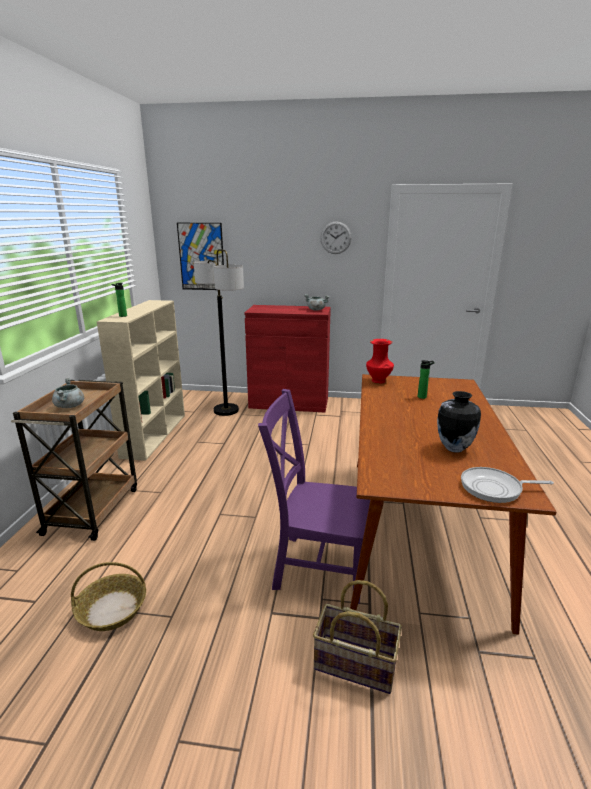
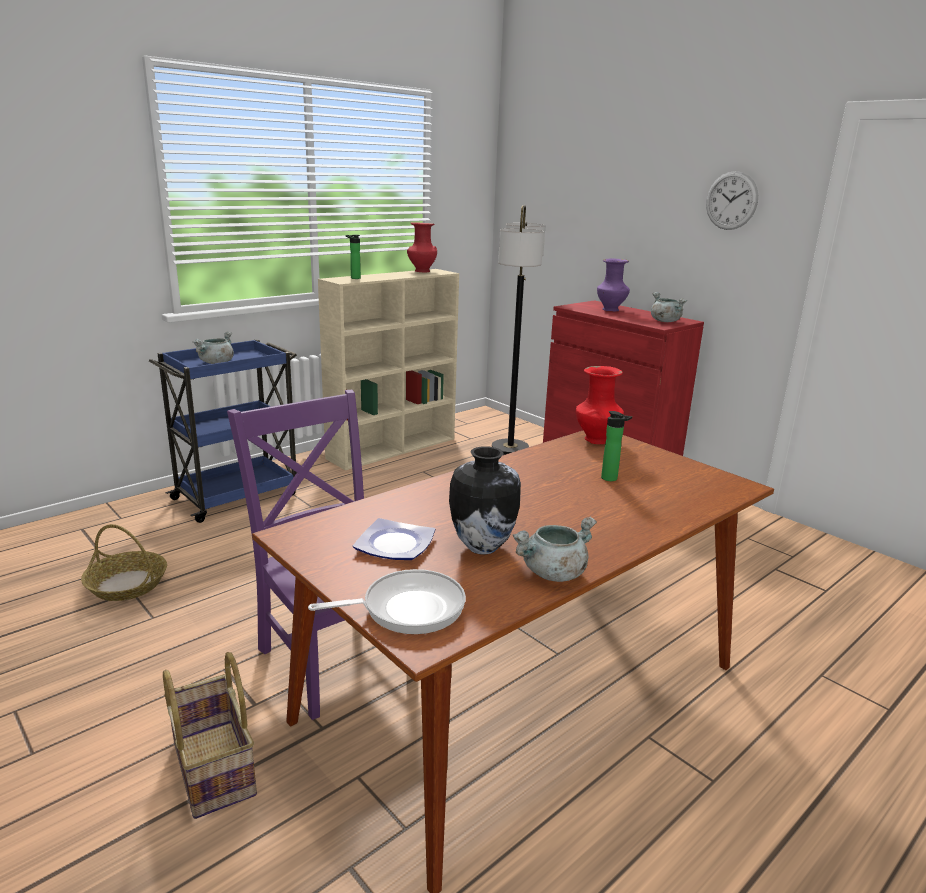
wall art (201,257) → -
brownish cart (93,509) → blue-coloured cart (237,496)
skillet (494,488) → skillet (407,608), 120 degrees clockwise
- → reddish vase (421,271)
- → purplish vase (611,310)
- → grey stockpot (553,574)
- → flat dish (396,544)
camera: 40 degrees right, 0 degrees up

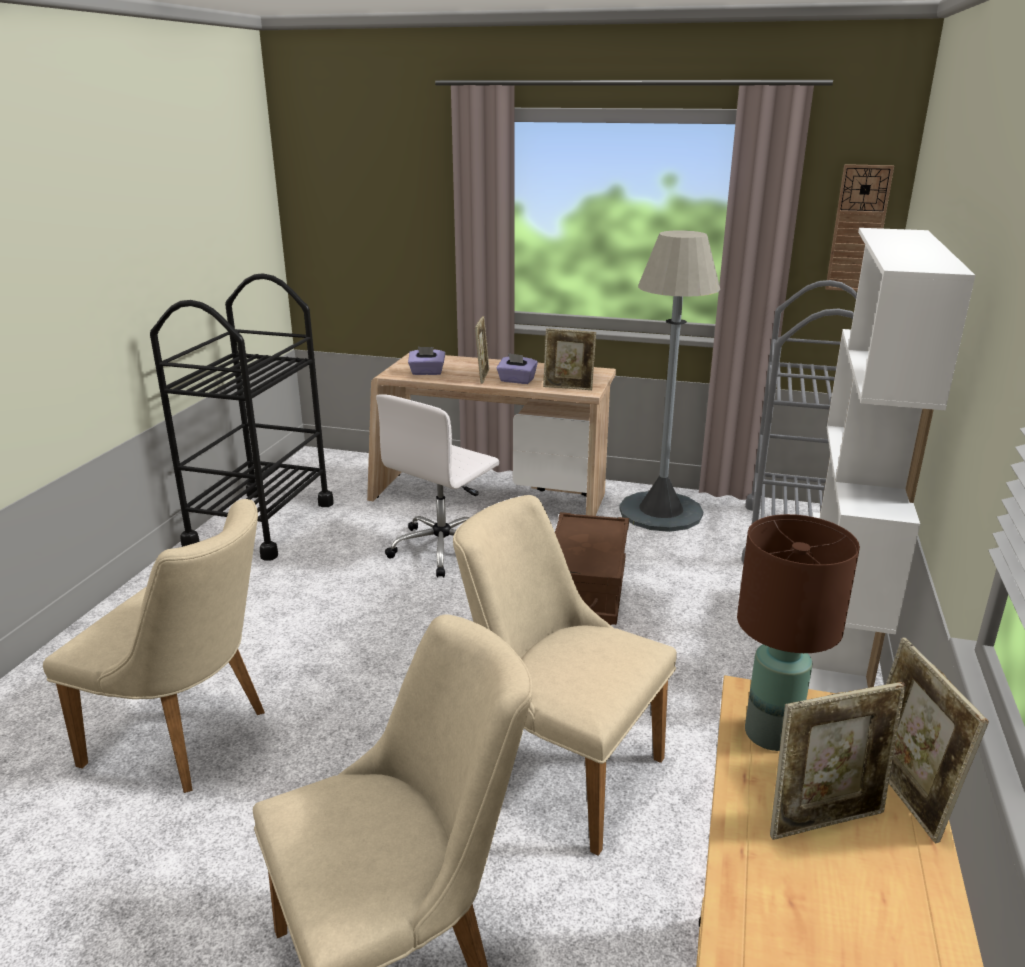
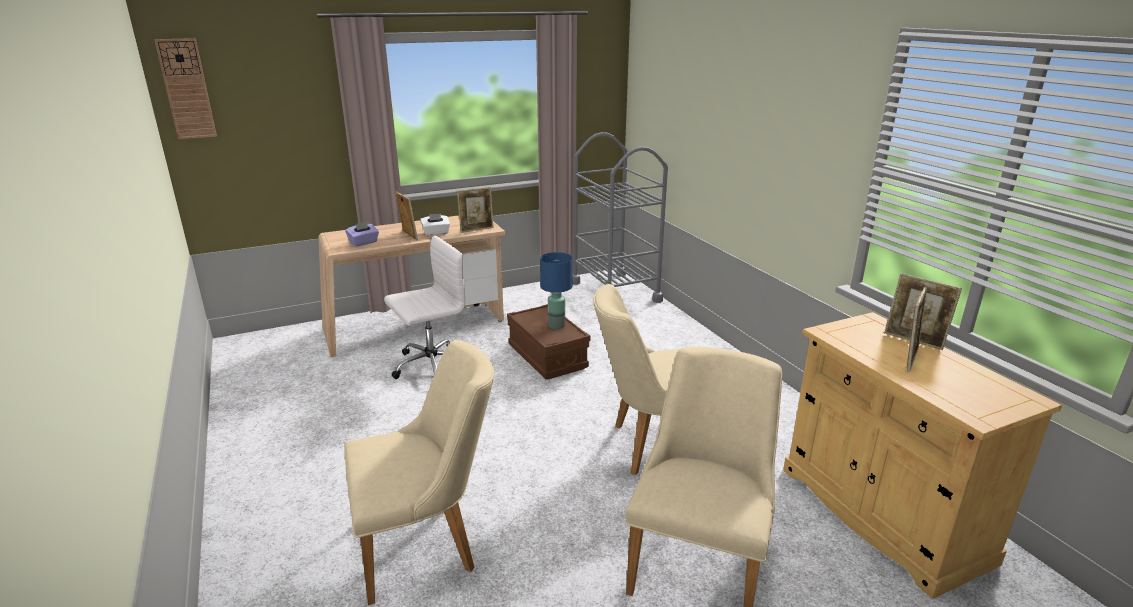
wall clock (858,229) → wall clock (186,89), shifted
white bookshelf (834,652) → -
grey floor lamp (660,512) → -
blackish cart (261,524) → -
purplish tissue holder (516,380) → white tissue holder (436,233)
white computer chair (444,549) → white computer chair (430,367), 120 degrees counterclockwise
brownish lamp for a table (772,733) → -
- → blue-coloured lamp for a table (556,326)
camera: 40 degrees left, 0 degrees up

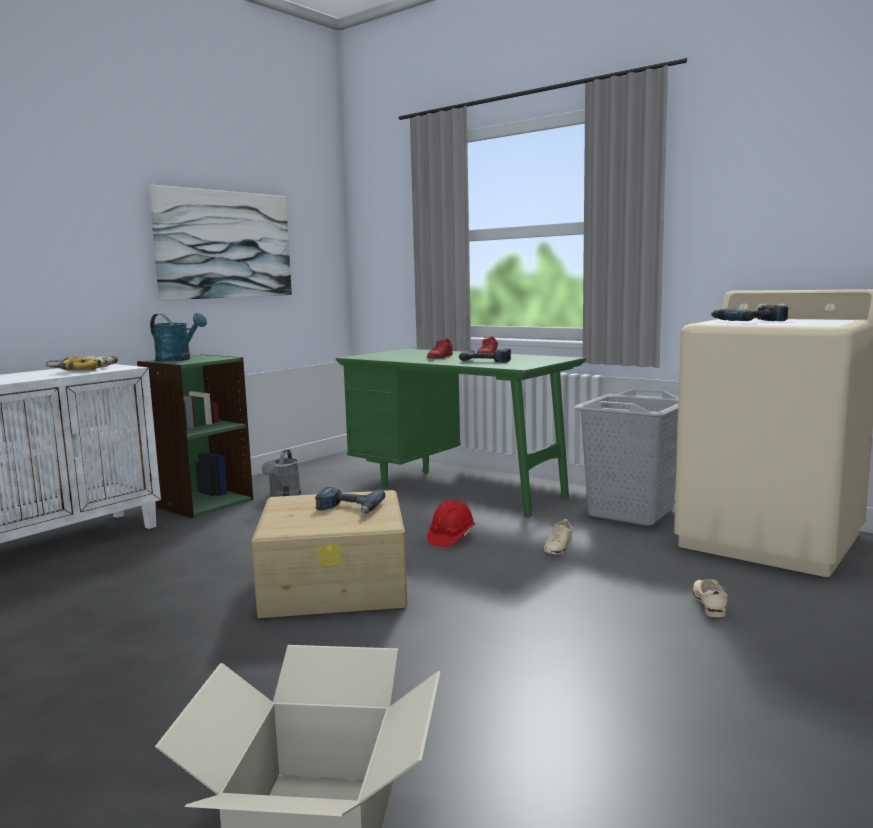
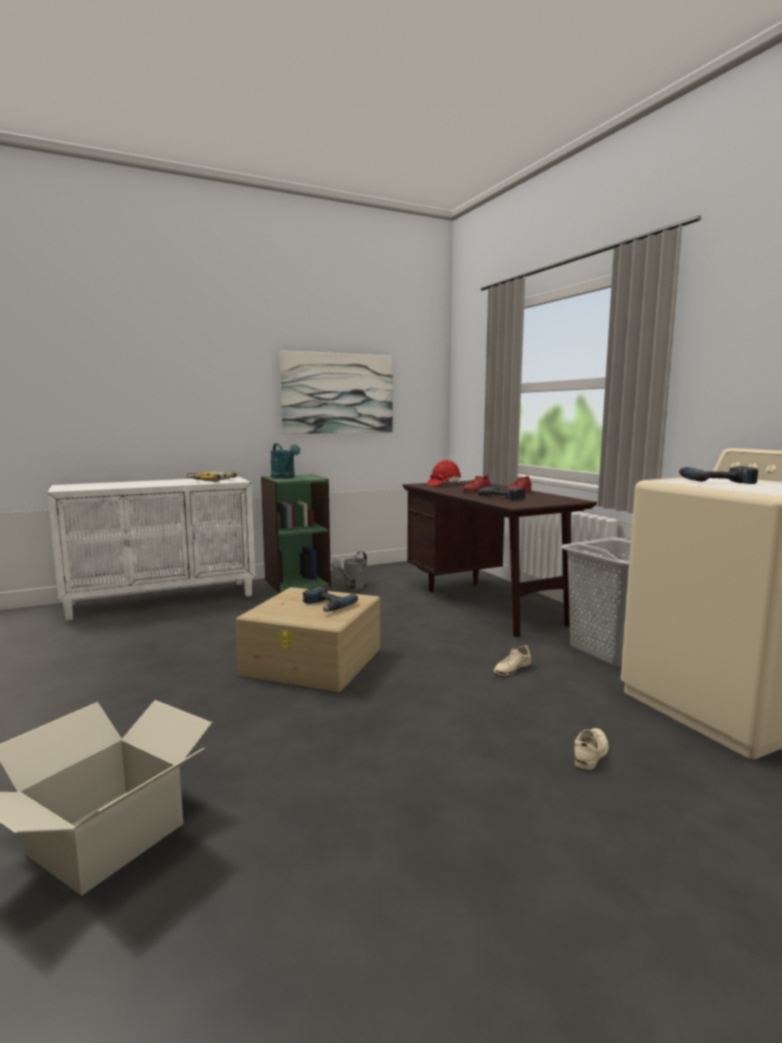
greenish desk (459,489) → brownish desk (486,603)
reddish safety helmet (451,538) → reddish safety helmet (444,484), shifted
camera: 25 degrees right, 0 degrees up

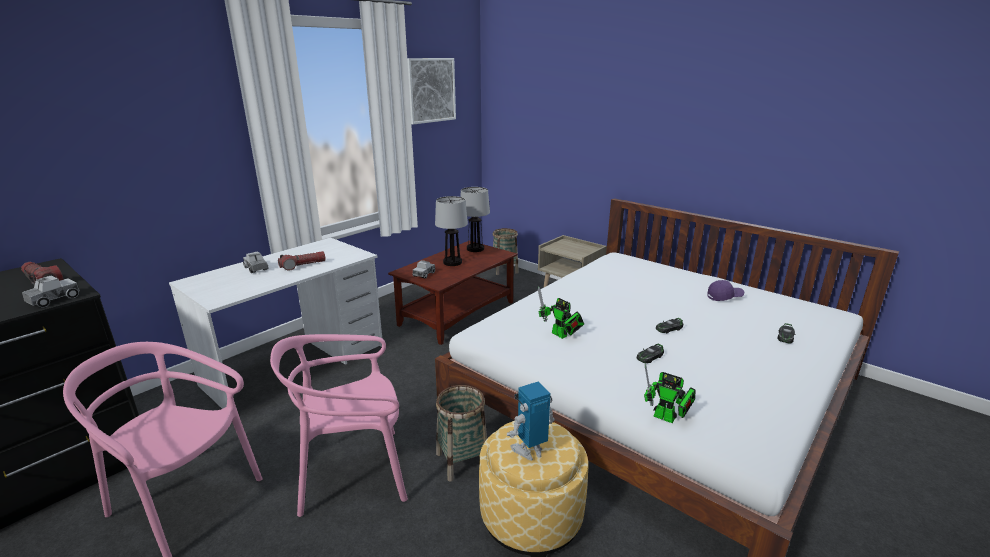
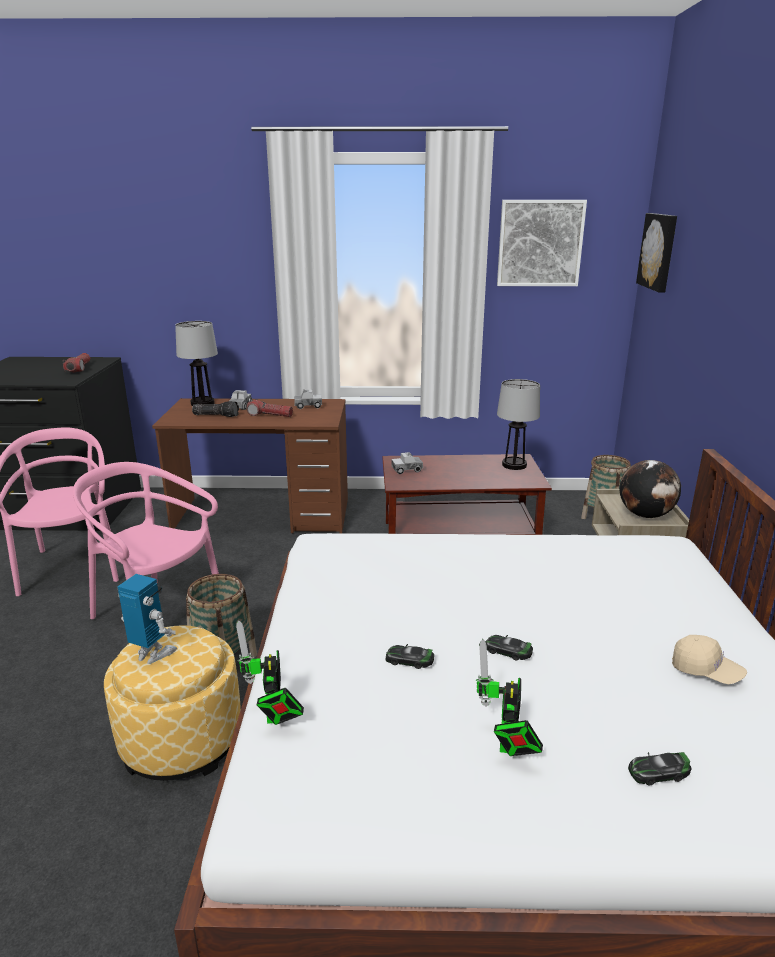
lamp for a table (453,262) → lamp for a table (203,403), shifted
white desk (296,365) → brownish desk (263,516)
model truck (54,300) → model truck (308,406), shifted
purplish cap (724,297) → beige cap (706,671)
model robot (561,335) → model robot (506,746), shifted
- → wall art (659,251)
- → flashlight (216,415)
- → desk globe (645,515)
camera: 50 degrees right, 0 degrees up

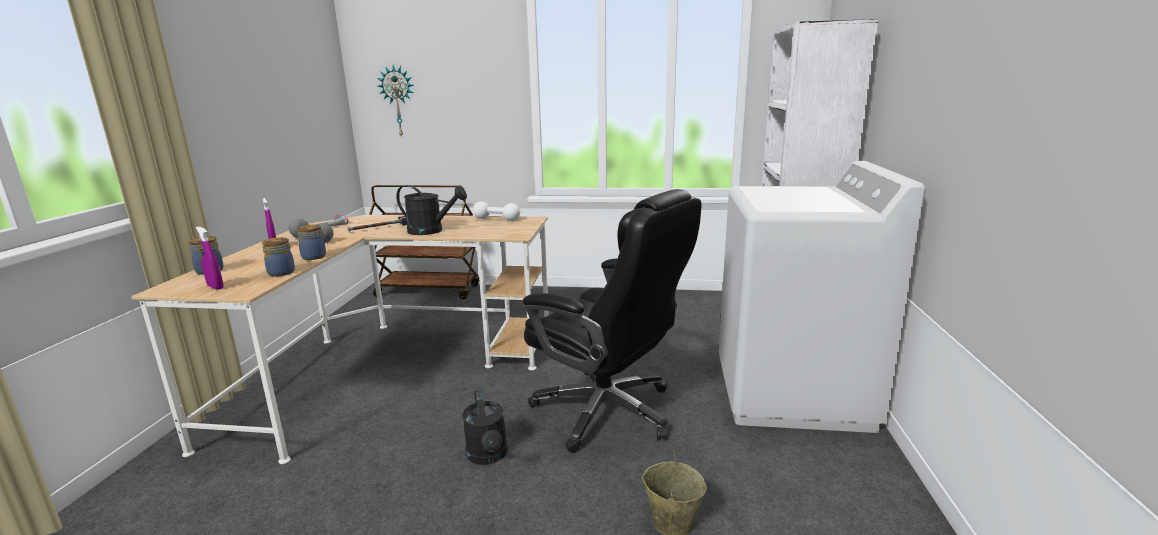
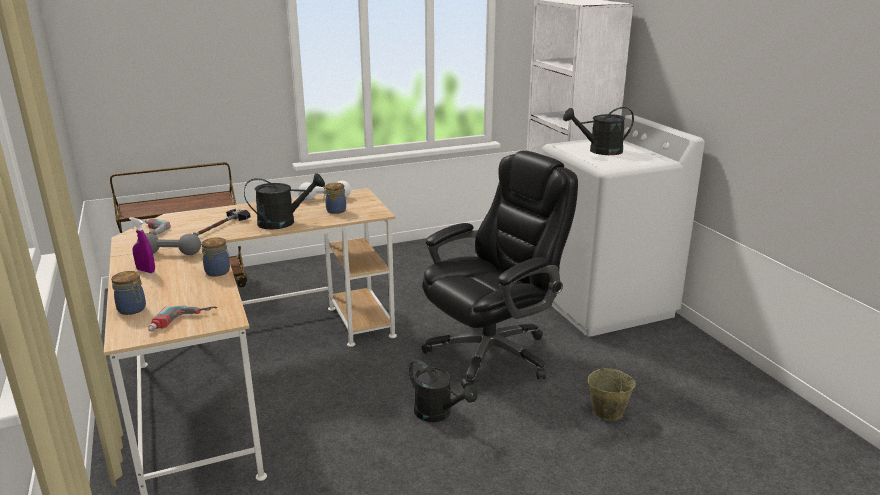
wall clock (398,101) → -
blackish computer chair (607,411) → blackish computer chair (492,353), 45 degrees counterclockwise
purplish sprayer (215,287) → electric drill (182,322)
jar (281,272) → jar (335,210), shifted
- → blackish watering can (599,151)
camera: 30 degrees left, 5 degrees up

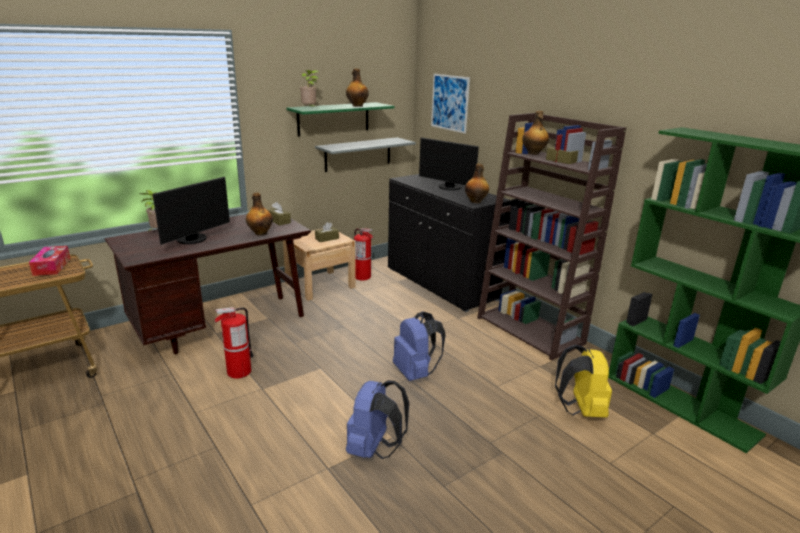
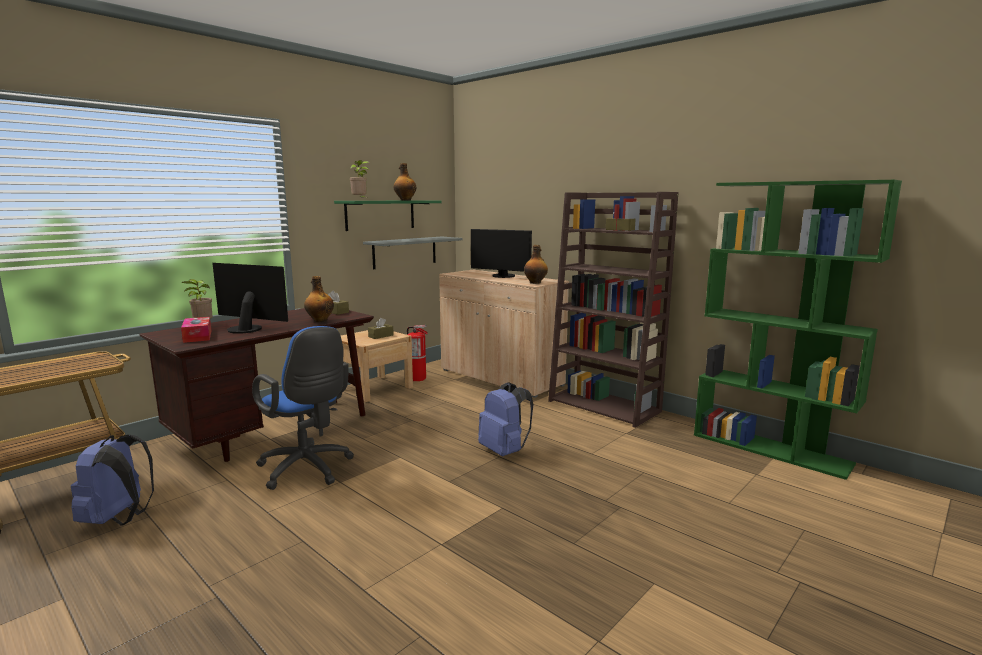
wall art (450,103) → -
drink bottle (533,153) → -
blackish storage cabinet (440,283) → beige storage cabinet (500,377)
computer screen (194,239) → computer screen (247,329), 90 degrees counterclockwise
tissue holder (52,266) → tissue holder (197,336), shifted
fire extinguisher (238,372) → blue-coloured computer chair (308,470)
yellow knapsack (580,410) → -
blue-coloured knapsack (374,449) → blue-coloured knapsack (119,518), shifted
camera: 10 degrees left, 10 degrees down

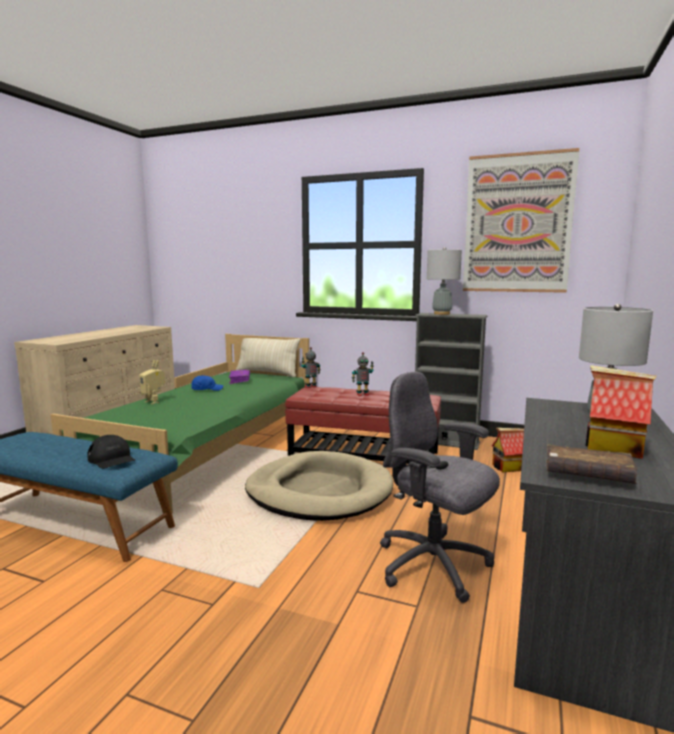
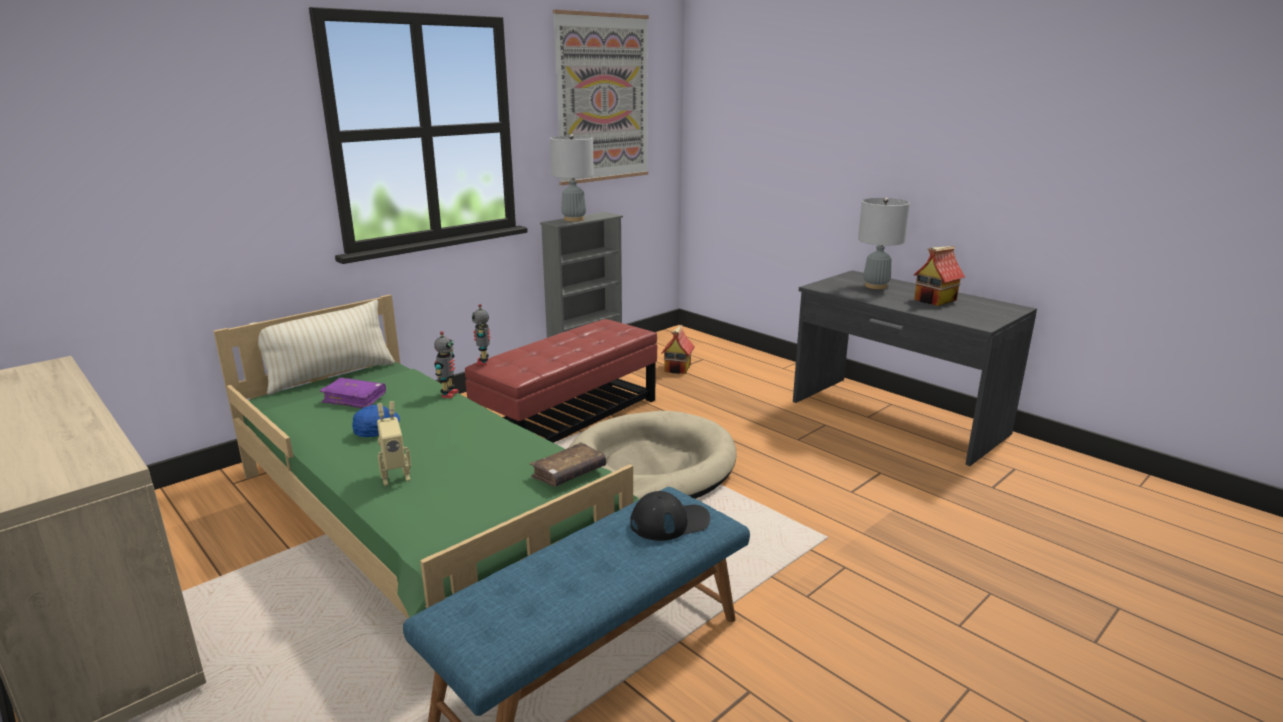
model robot (362,394) → model robot (448,394), shifted
grey computer chair (434,566) → -
brownish volume (587,475) → brownish volume (568,474), shifted
camera: 65 degrees left, 10 degrees up

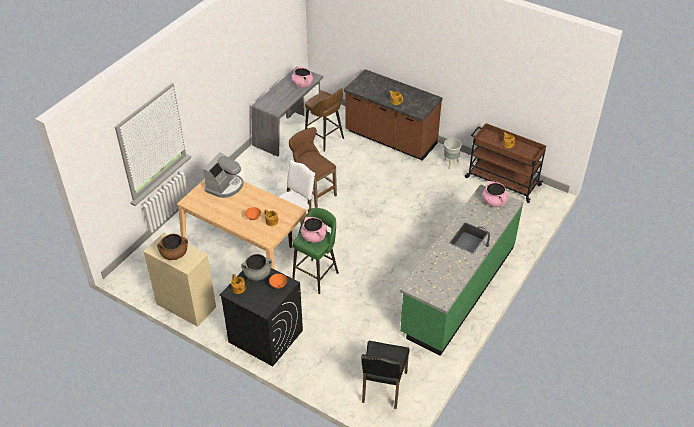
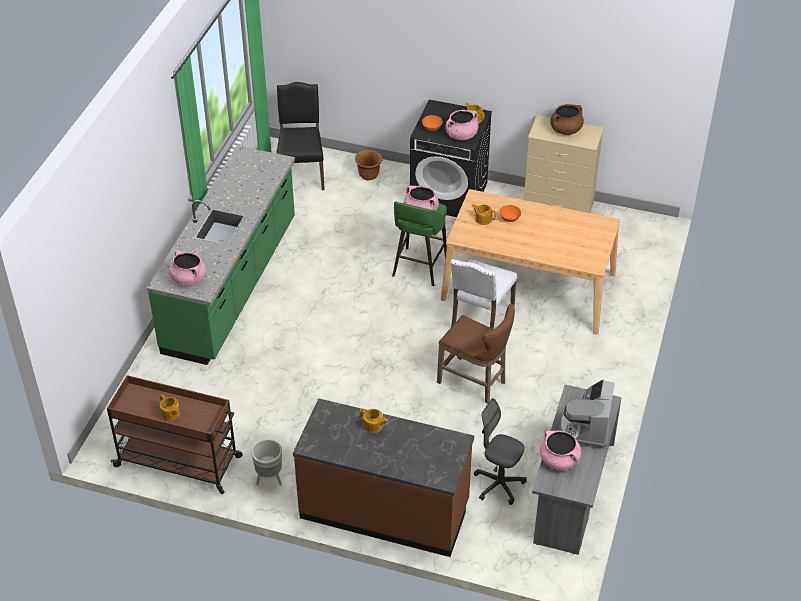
brownish stool seat (325,139) → grey computer chair (498,484)
coffee machine (225,186) → coffee machine (585,427), shifted
grey stockpot (257,274) → pink stockpot (461,135)
- → brownish plant pot (369,175)
camera: 165 degrees right, 0 degrees up

